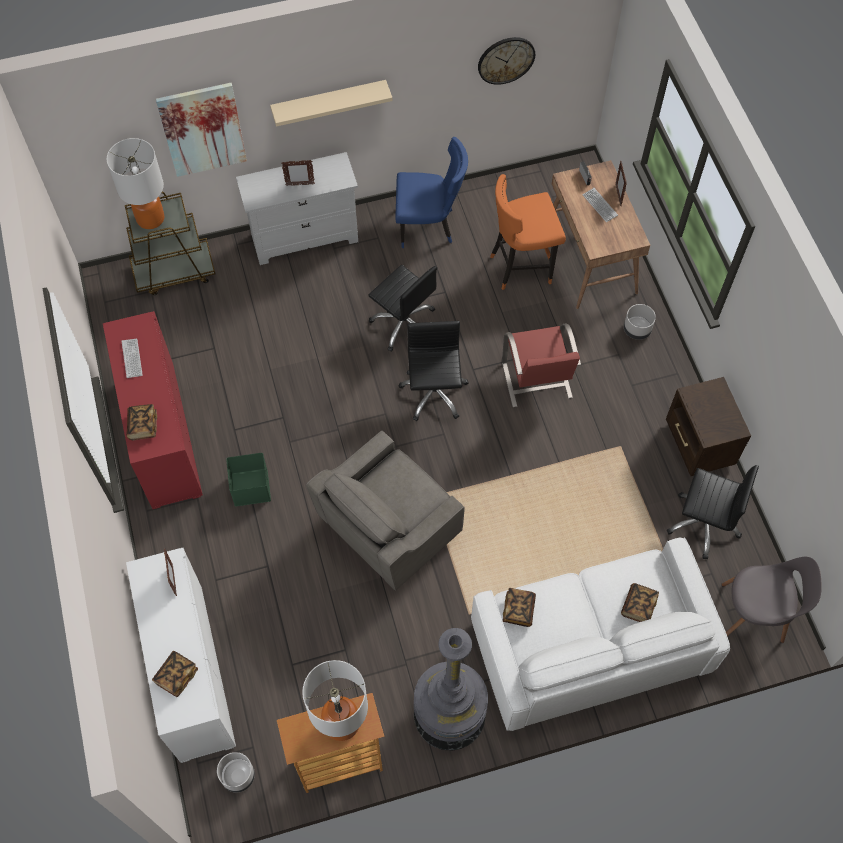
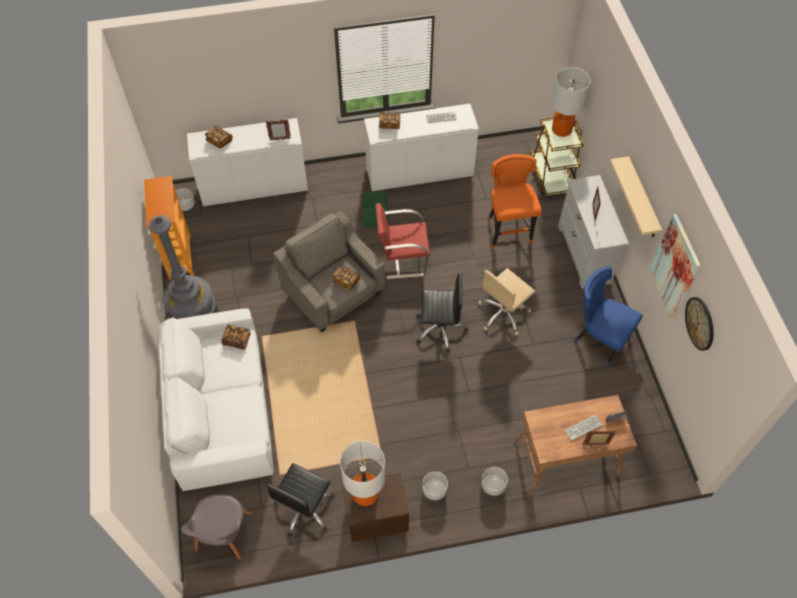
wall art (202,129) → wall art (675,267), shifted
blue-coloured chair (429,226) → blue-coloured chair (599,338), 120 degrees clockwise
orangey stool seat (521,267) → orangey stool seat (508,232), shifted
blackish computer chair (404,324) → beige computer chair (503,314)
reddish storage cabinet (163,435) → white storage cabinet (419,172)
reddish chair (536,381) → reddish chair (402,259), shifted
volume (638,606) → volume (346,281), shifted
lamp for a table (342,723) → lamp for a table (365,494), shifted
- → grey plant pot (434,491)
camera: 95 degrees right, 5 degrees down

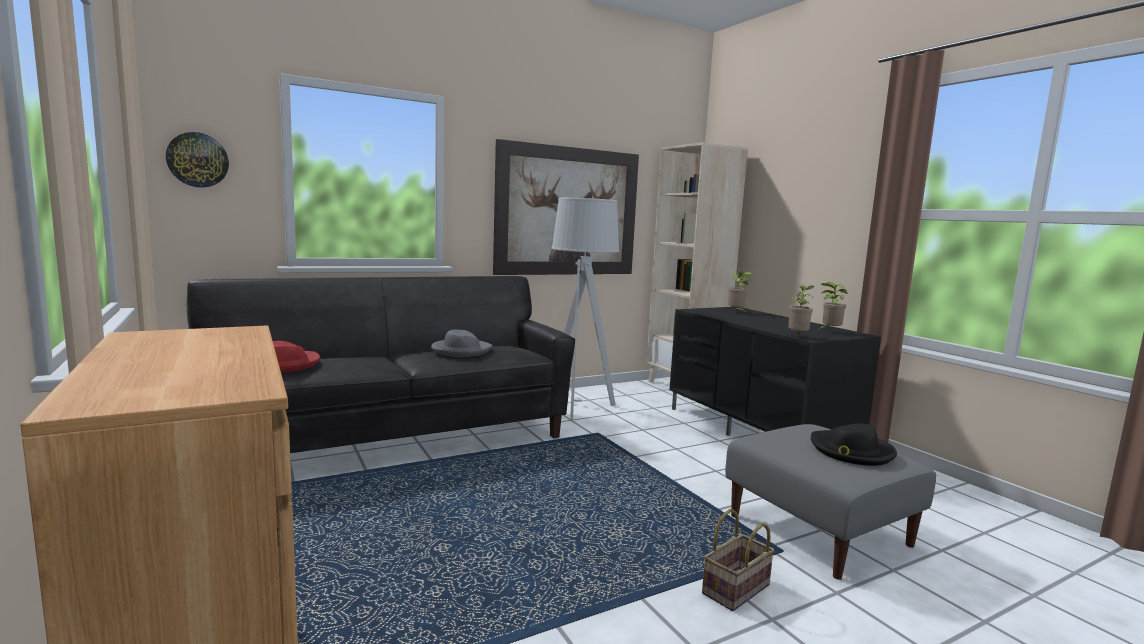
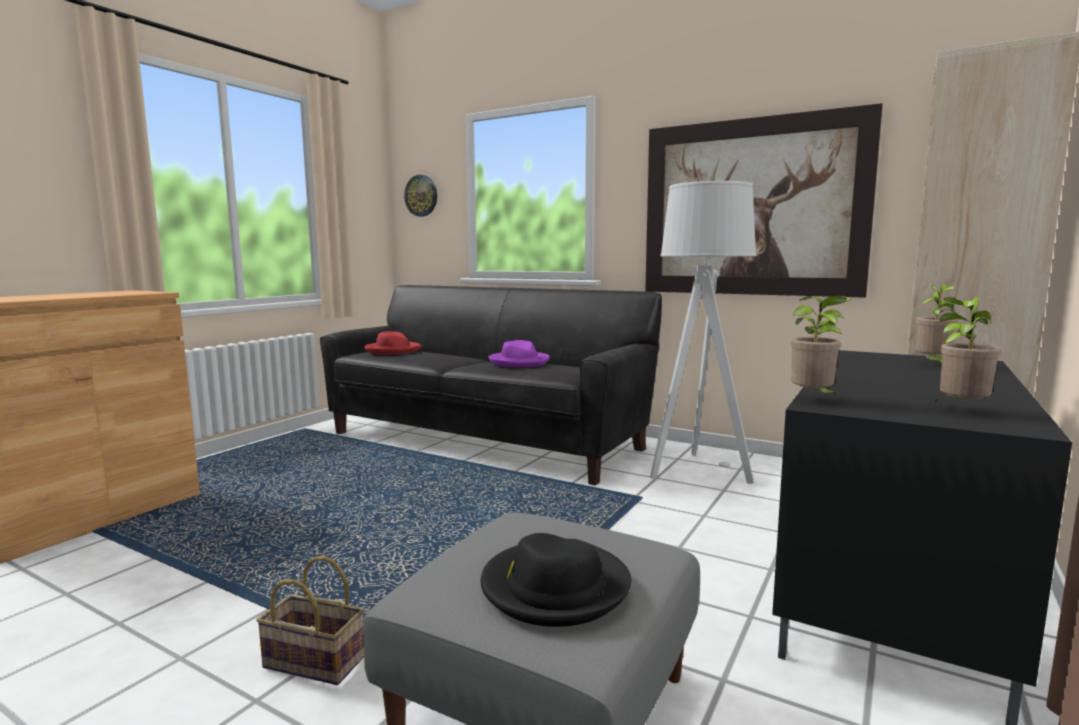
grey wearable hat (461,350) → purplish wearable hat (519,362)
camera: 60 degrees right, 0 degrees up

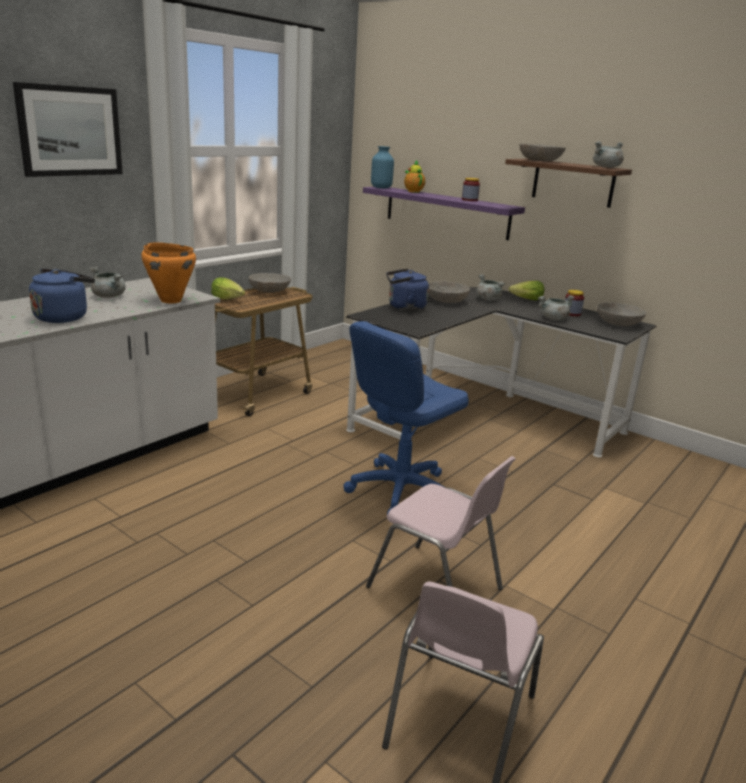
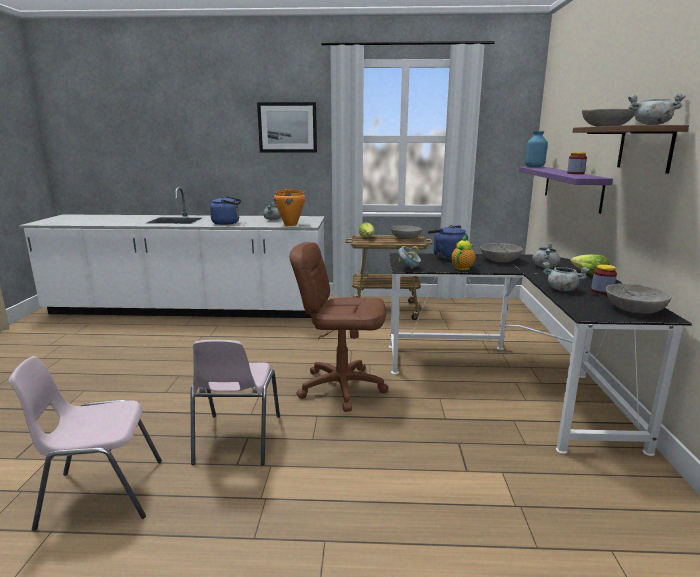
teapot (413,191) → teapot (463,267), shifted
blue-coloured computer chair (400,490) → brownish computer chair (341,387)
- → serving bowl (409,268)
camera: 55 degrees right, 5 degrees down

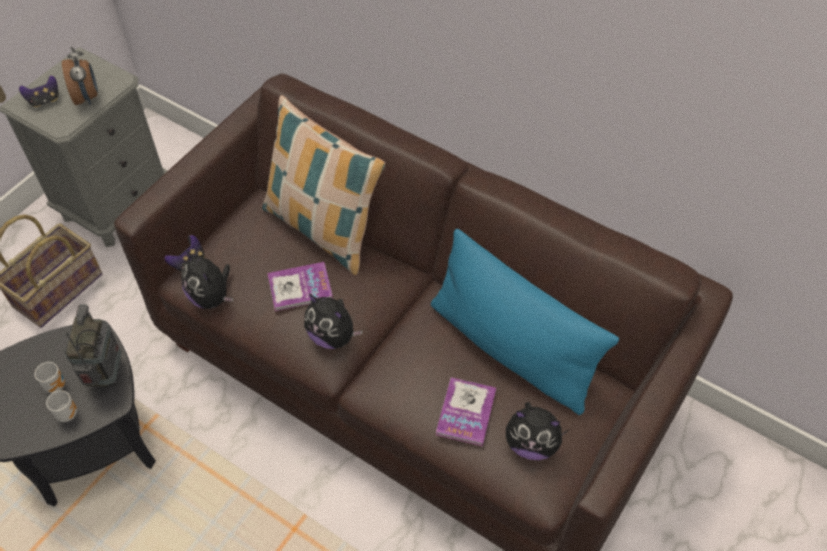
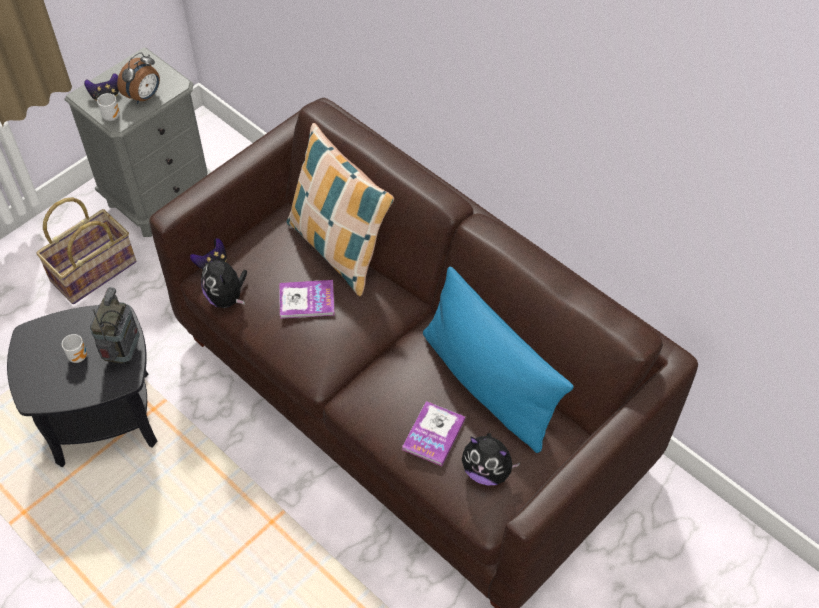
alarm clock (87,97) → alarm clock (144,97), 45 degrees clockwise
soft toy (333,336) → -
coffee mug (67,413) → coffee mug (111,116), shifted
camera: 10 degrees right, 0 degrees up

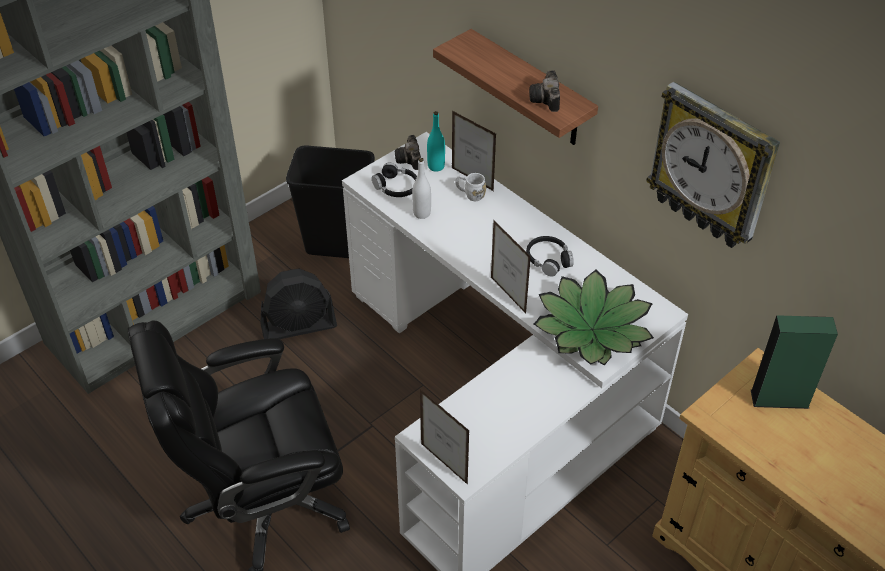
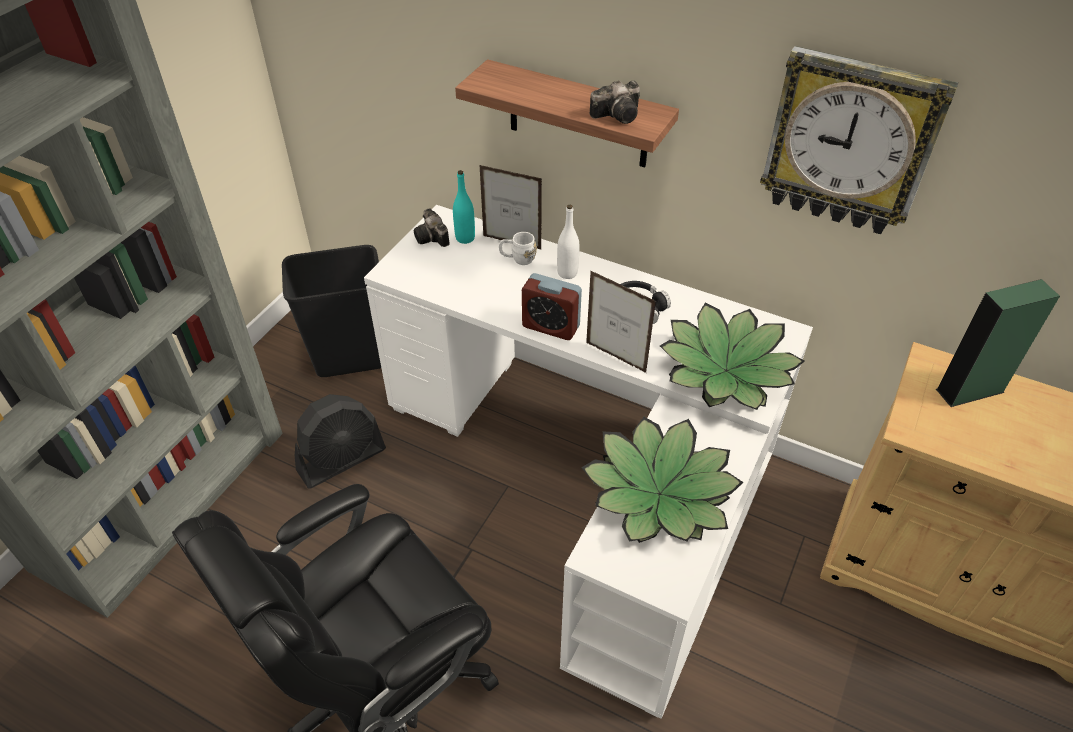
photo camera (546,100) → photo camera (619,114), 90 degrees counterclockwise
white drink bottle (422,213) → white drink bottle (567,273), shifted
blackish headset (396,187) → -
picture frame (444,464) → -
- → alarm clock (551,326)
- → houseplant (659,494)
camera: 20 degrees left, 0 degrees up

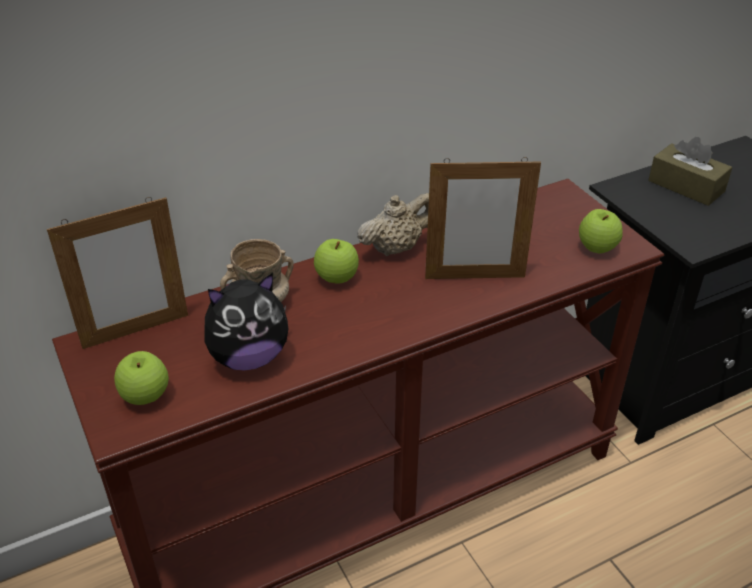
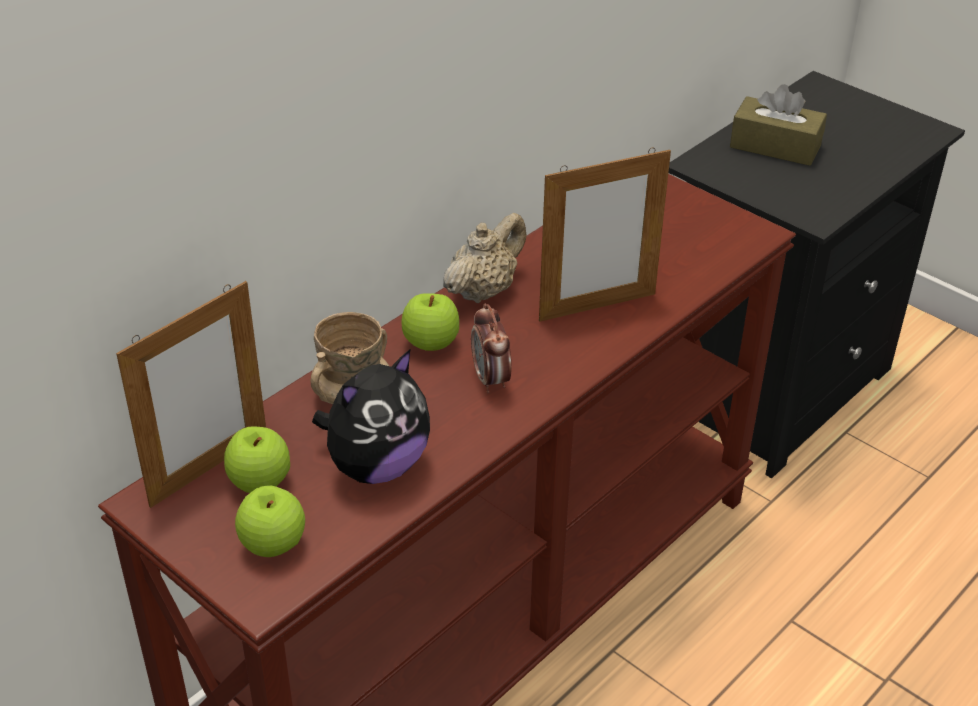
apple (597,248) → apple (260,483), shifted
- → alarm clock (491,380)
camera: 20 degrees left, 0 degrees up

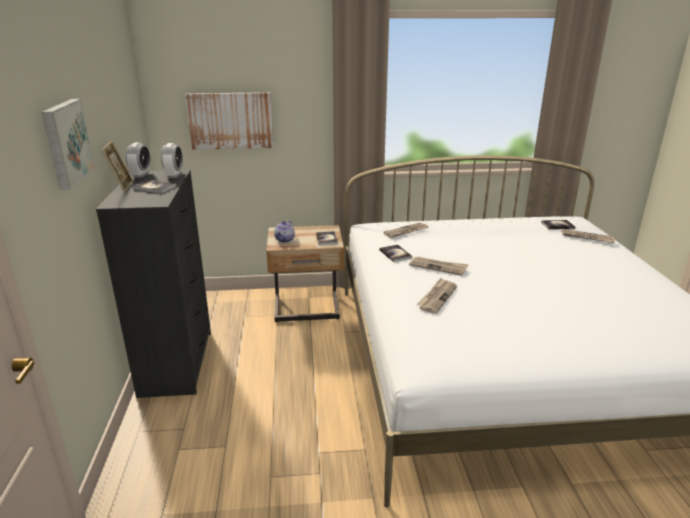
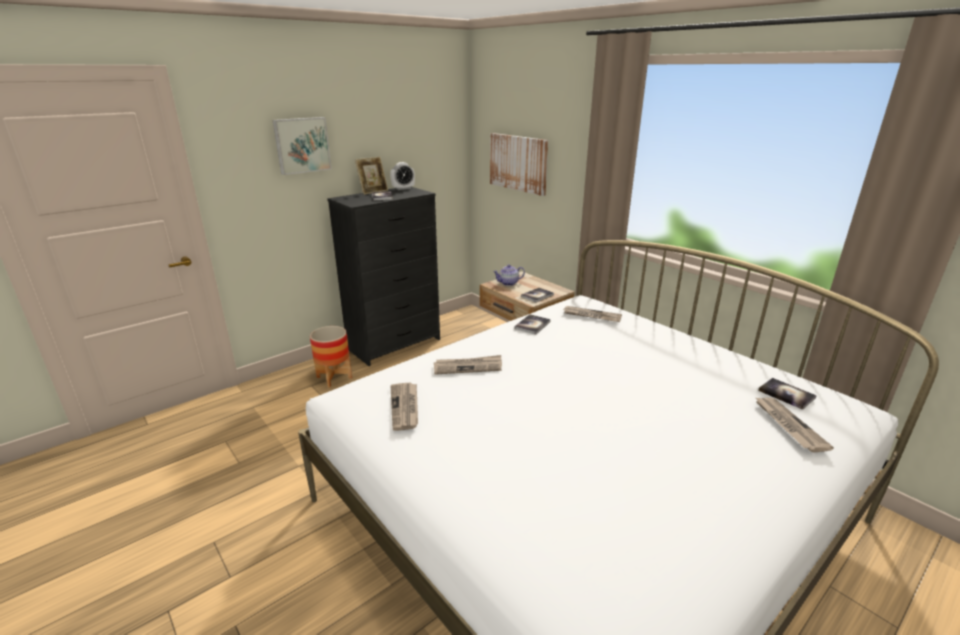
alarm clock (174,175) → -
printed paper (438,267) → printed paper (405,407), shifted
- → plant pot (334,378)
camera: 55 degrees right, 0 degrees up

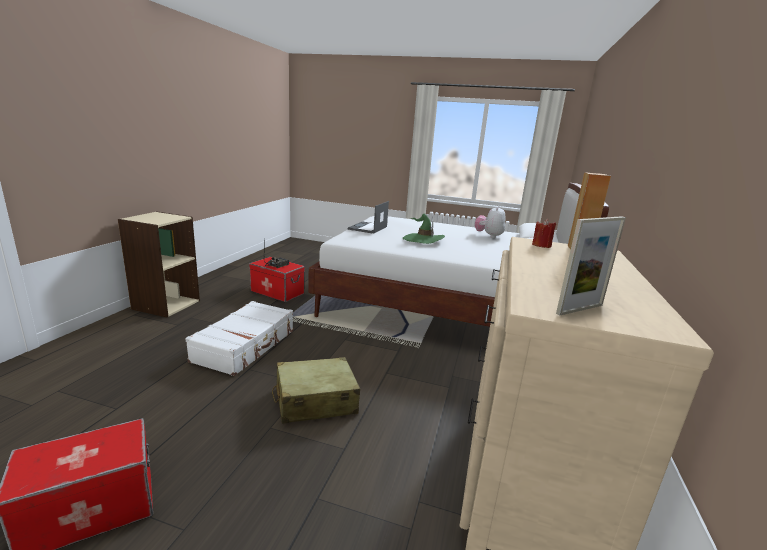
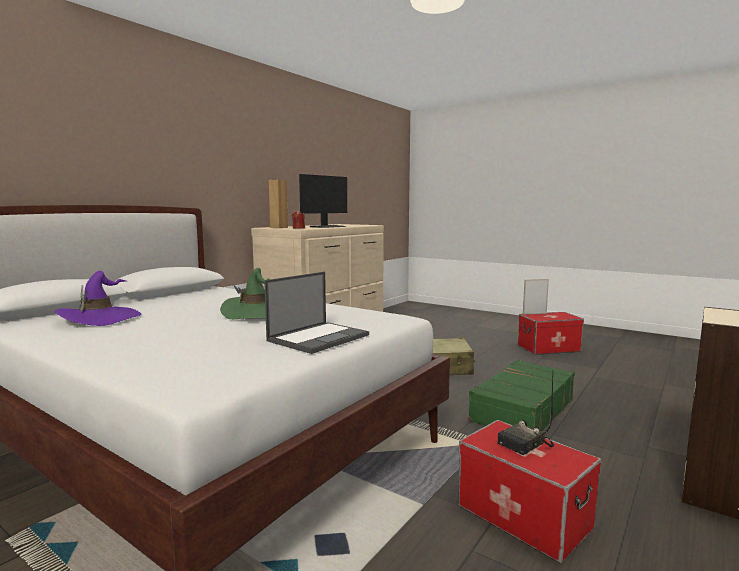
soft toy (488,236) → purplish wearable hat (100,318)
picture frame (579,309) → picture frame (534,313), shifted
white travel case (246,346) → greenish travel case (522,410)
- → computer screen (328,227)
camera: 160 degrees left, 10 degrees down

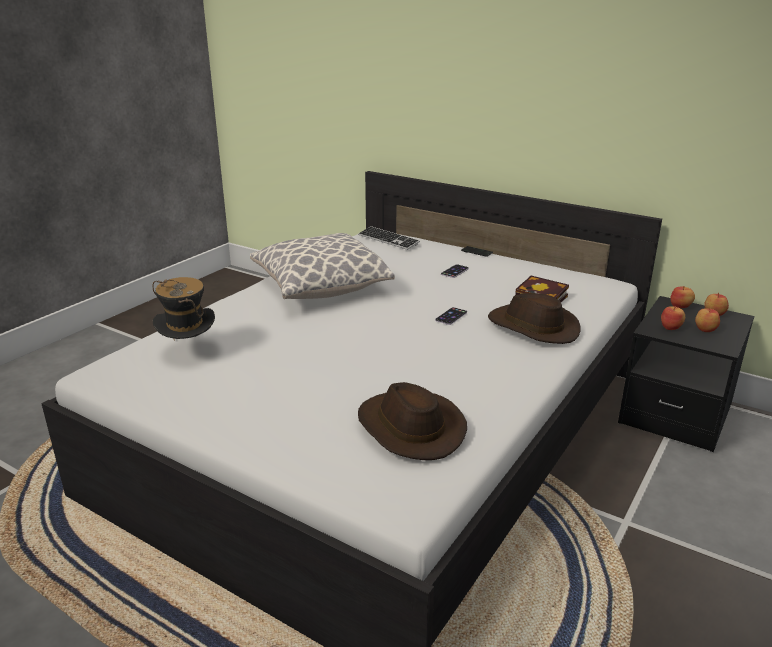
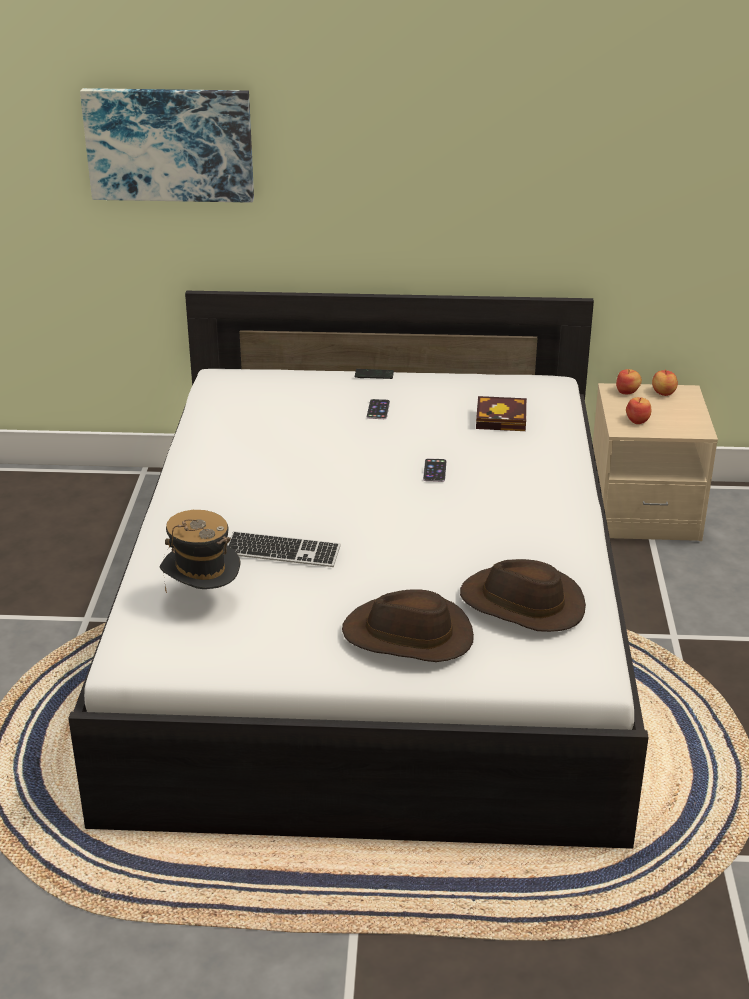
PC keyboard (388,240) → PC keyboard (282,552), shifted
cushion (320,288) → -
brownish wearable hat (532,327) → brownish wearable hat (408,636), shifted
blackish night table (675,414) → beige night table (643,511)
apple (704,329) → -
- → wall art (170,144)
camera: 30 degrees left, 5 degrees up

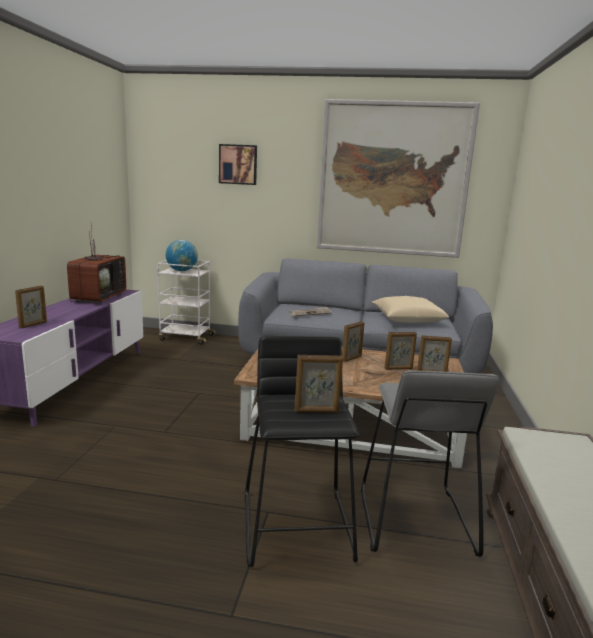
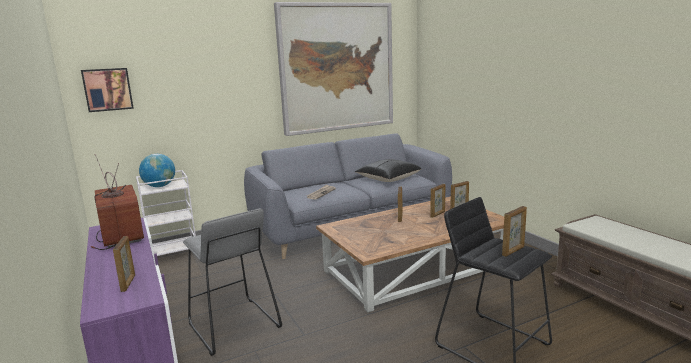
wall art (238,164) → wall art (108,89), shifted
beige cushion (407,319) → blackish cushion (388,178)
grey stool seat (413,519) → grey stool seat (233,325), shifted
camera: 35 degrees left, 0 degrees up

